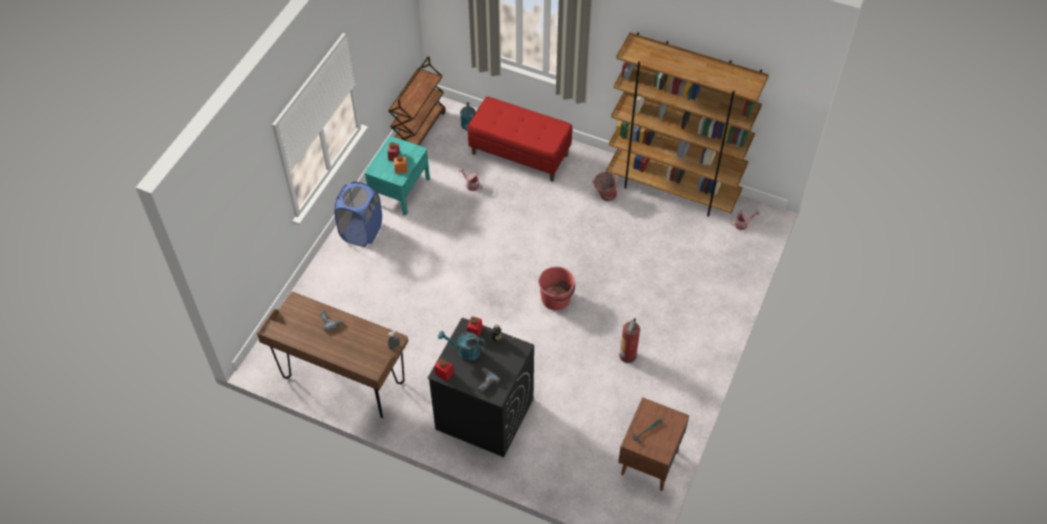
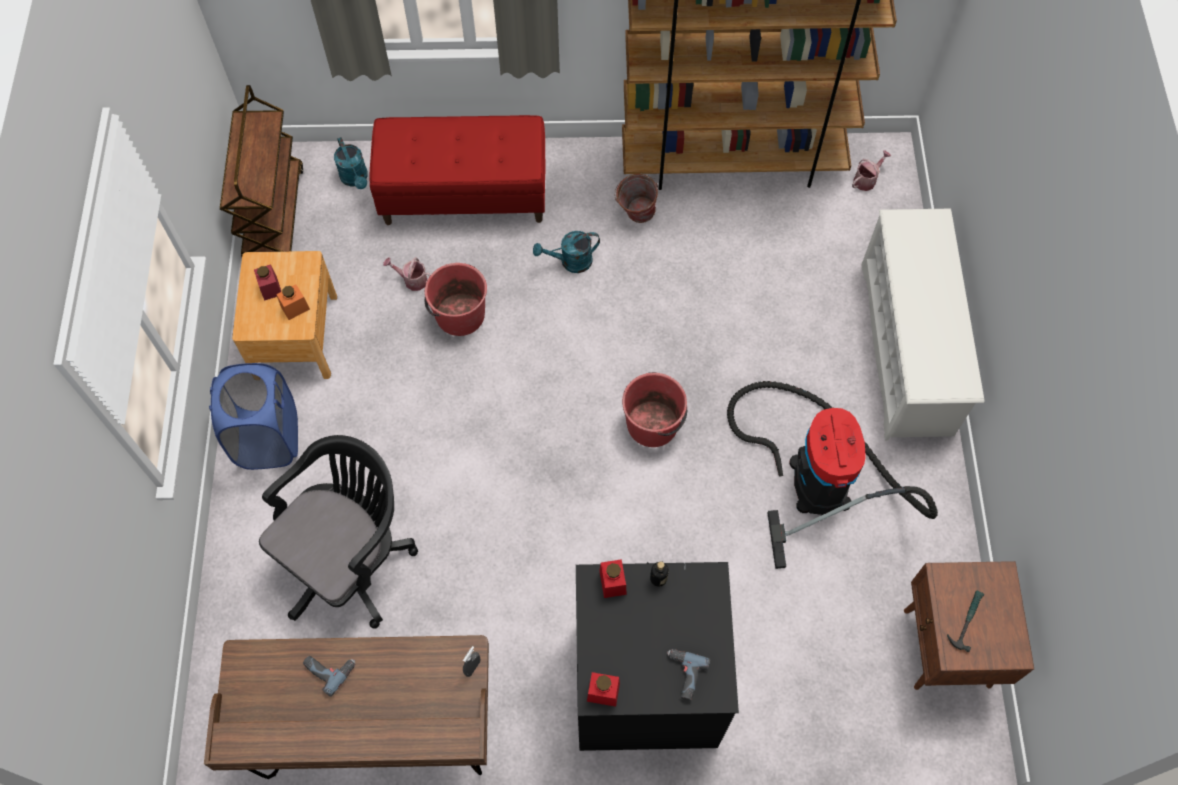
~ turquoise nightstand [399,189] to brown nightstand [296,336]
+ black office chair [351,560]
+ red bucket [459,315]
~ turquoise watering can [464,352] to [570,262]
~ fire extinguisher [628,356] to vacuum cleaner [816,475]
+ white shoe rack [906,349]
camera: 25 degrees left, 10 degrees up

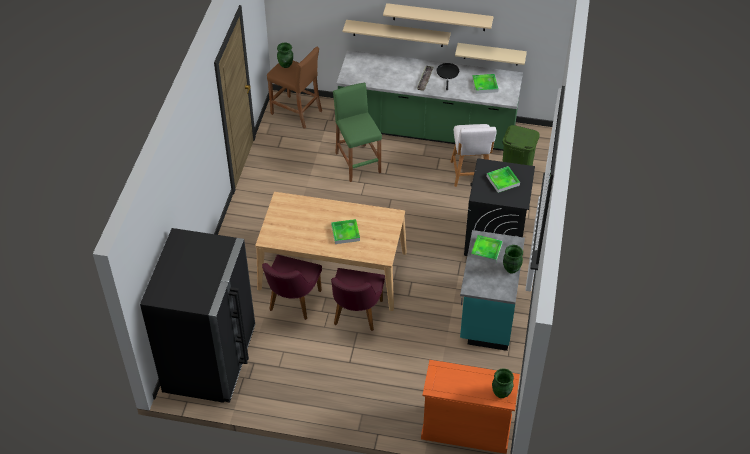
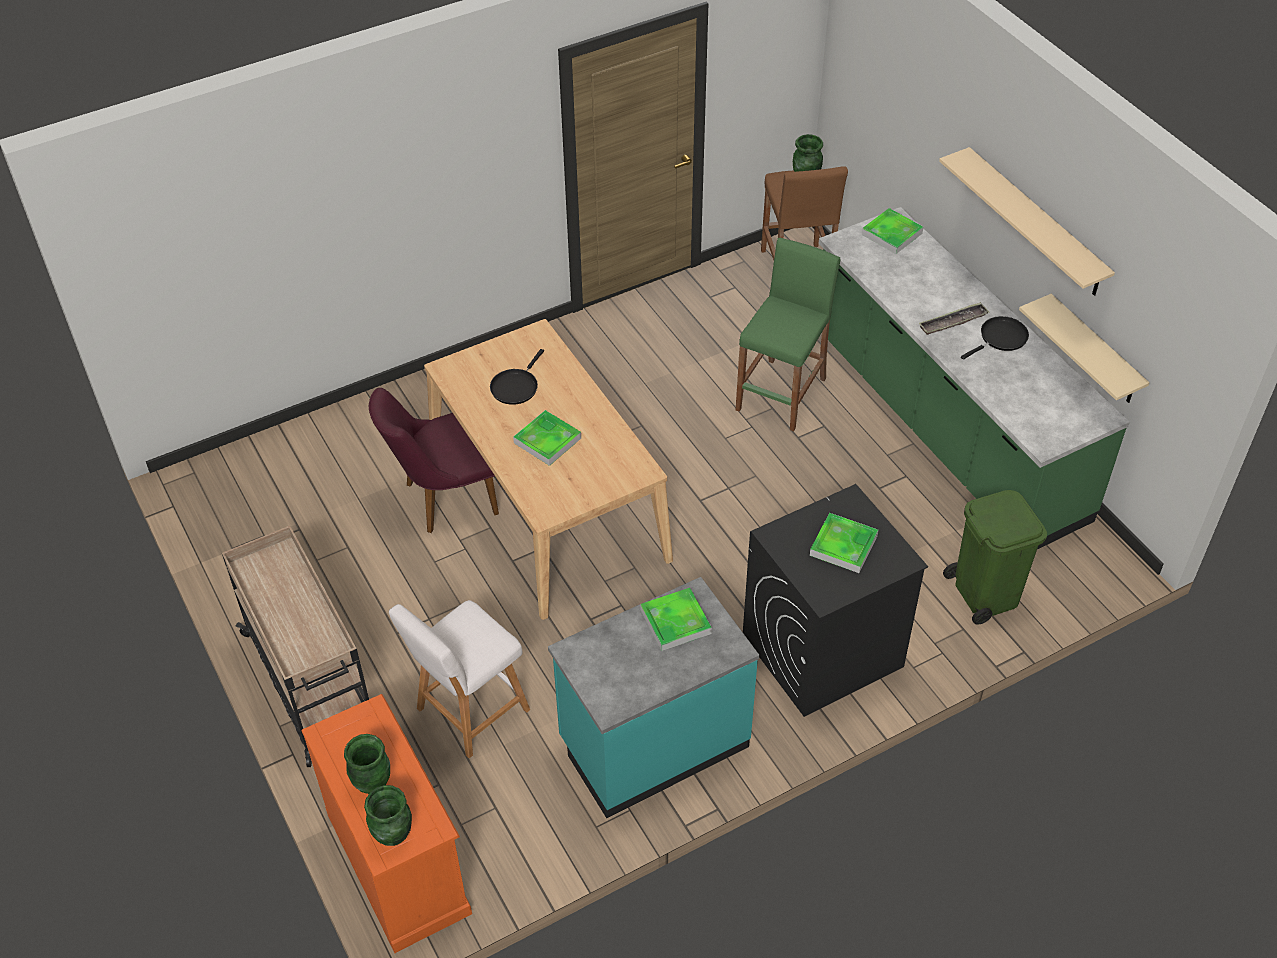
+ beige cart [312,684]
~ green vase [511,269] to [372,782]
~ white stool [470,174] to [468,712]
+ black frying pan [516,386]
~ tray [485,85] to [892,234]
- black fridge [210,359]
- purple chair [356,316]
- beige shelf [398,33]
camera: 50 degrees right, 0 degrees up

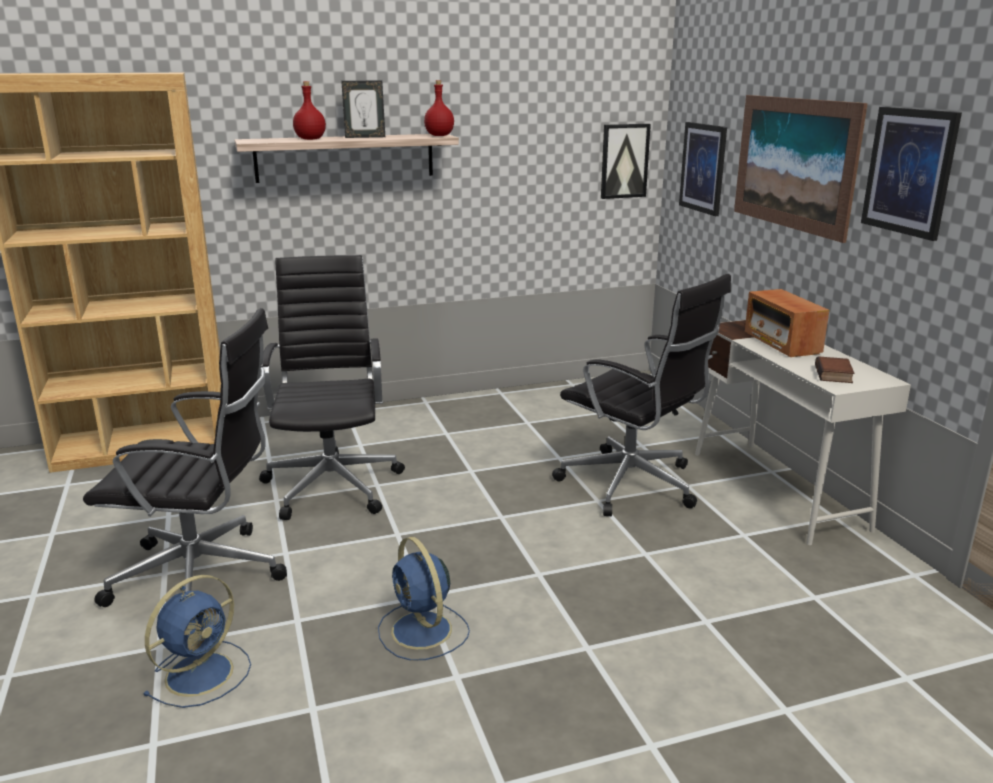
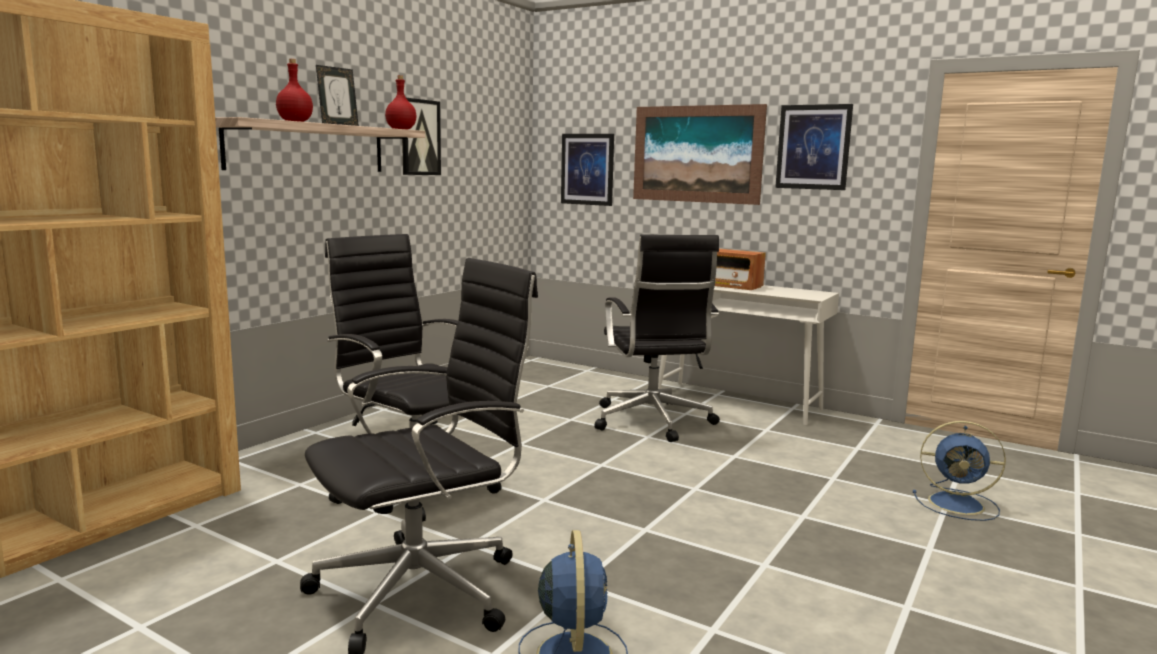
~ picture [624,161] to [420,137]
~ black office chair [633,485] = [652,422] 75 degrees clockwise
~ blue fan [423,632] to [958,504]
- book [835,375]
camera: 40 degrees left, 10 degrees down

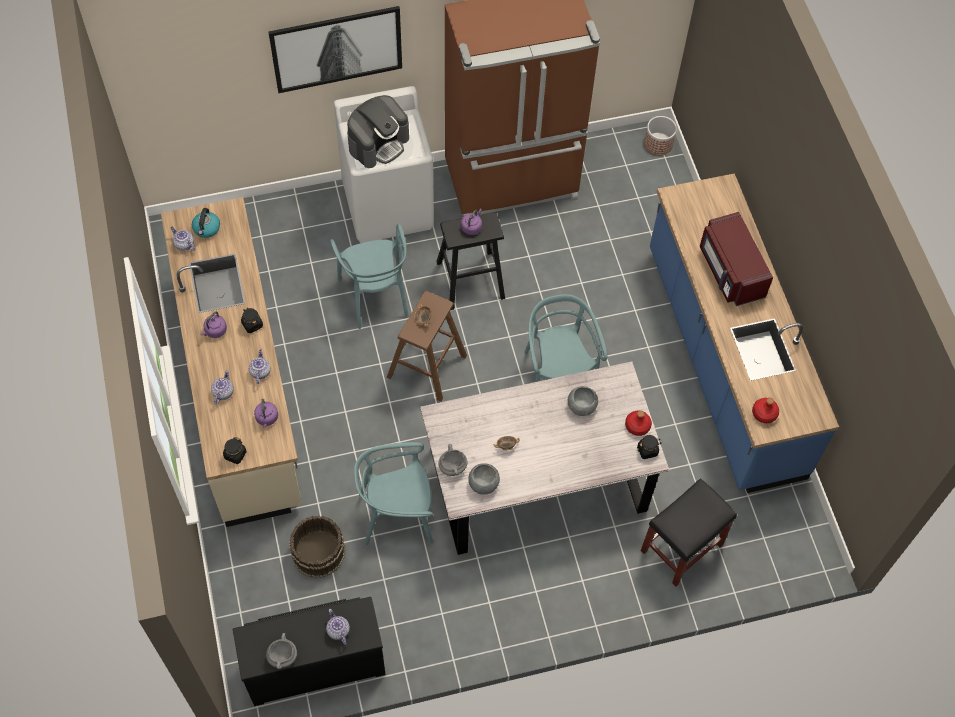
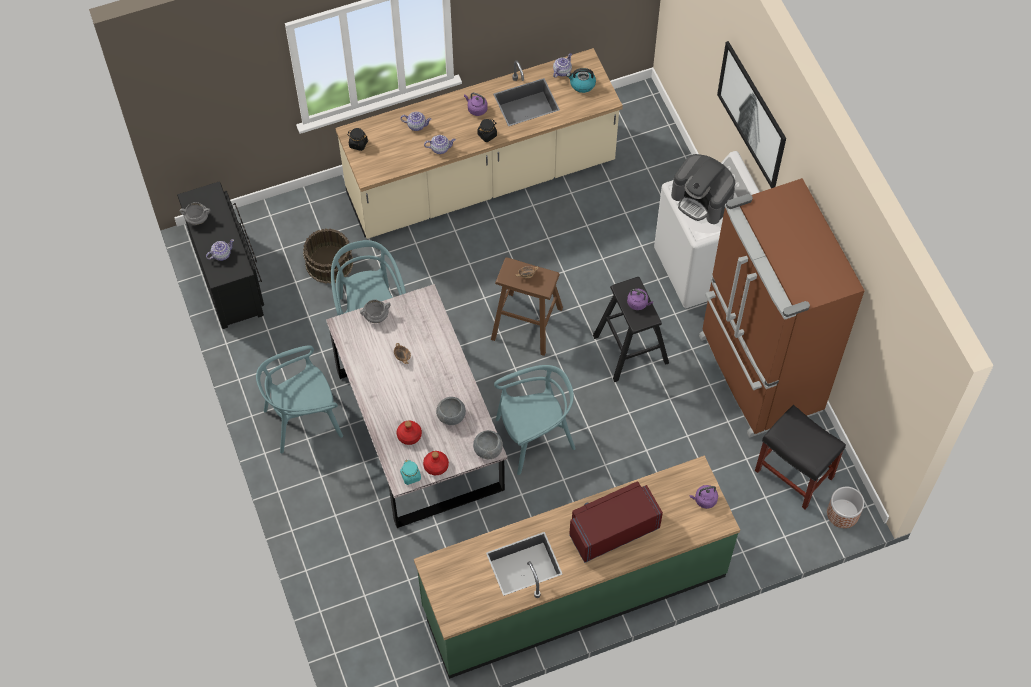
~ turquoise chair [375,296] to [303,420]
~ red bottle [764,413] to [409,435]
~ black jar [647,450] to turquoise jar [411,476]
~ blue counter [722,362] to green counter [573,591]
~ grey bowl [483,483] to [488,449]
~ purple kettle [267,418] to [704,500]
~ black stool [681,549] to [793,473]
camera: 85 degrees right, 0 degrees up

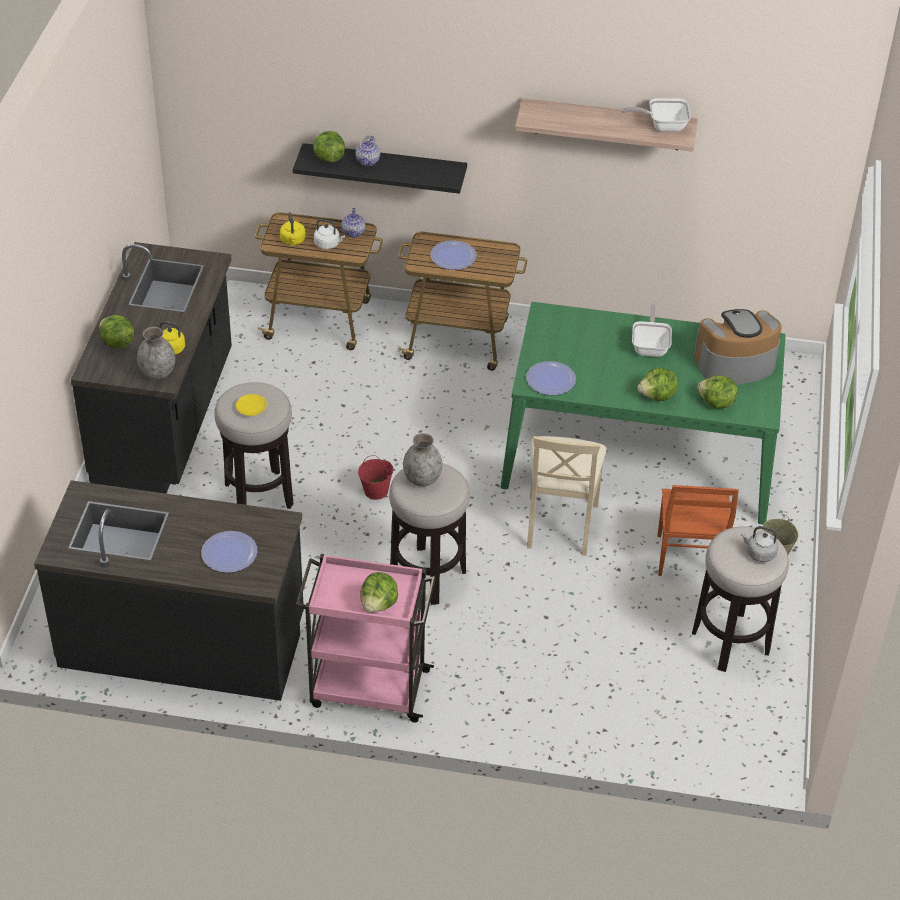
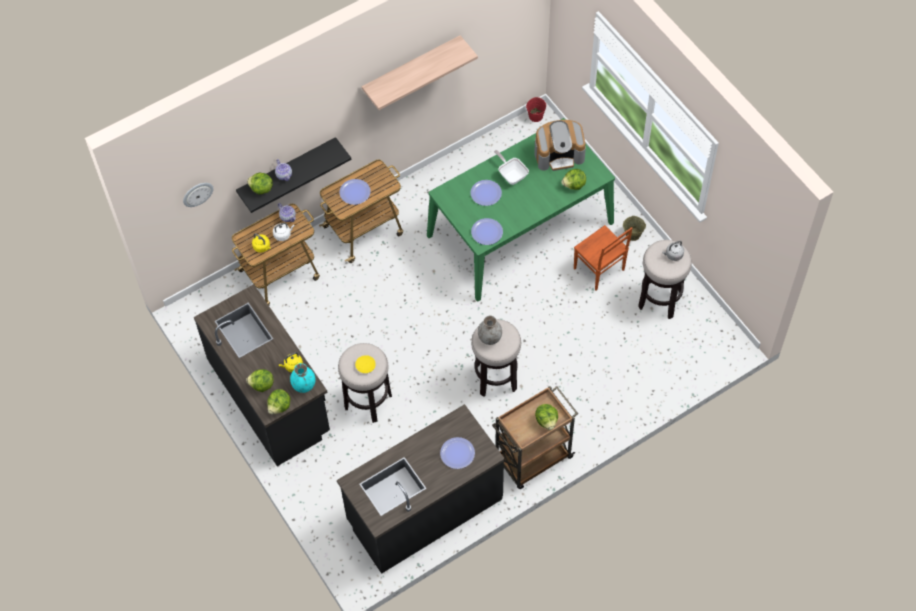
+ wall clock [197,193]
~ lettuce [657,396] to [280,406]
~ grey vase [158,373] to turquoise vase [304,385]
+ plate [486,193]
~ pink cart [367,688] to brown cart [532,459]
~ red bucket [376,491] to [535,116]
~ coffee machine [734,363] = [559,154] 135 degrees counterclockwise
- beige chair [560,524]
- frying pan [662,126]
camera: 40 degrees left, 15 degrees up

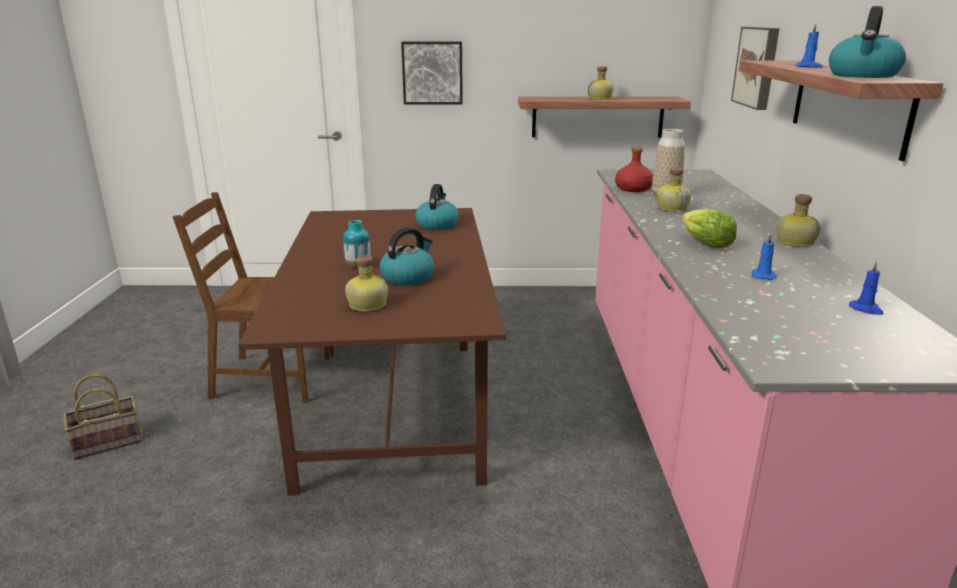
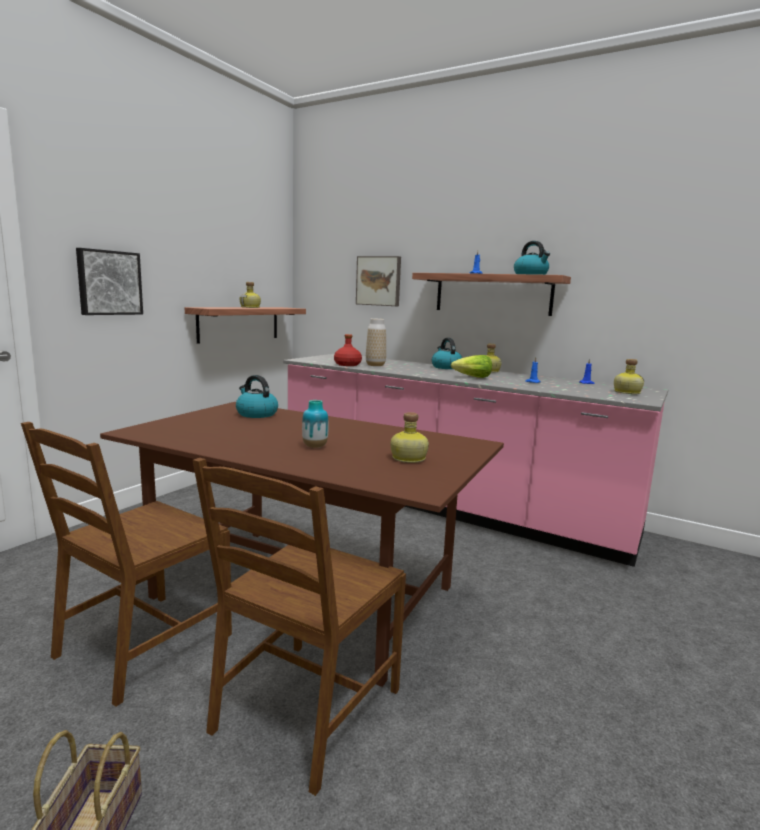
+ brown chair [306,710]
~ kettle [408,277] to [446,367]
~ bottle [672,208] to [626,392]
camera: 60 degrees left, 10 degrees down

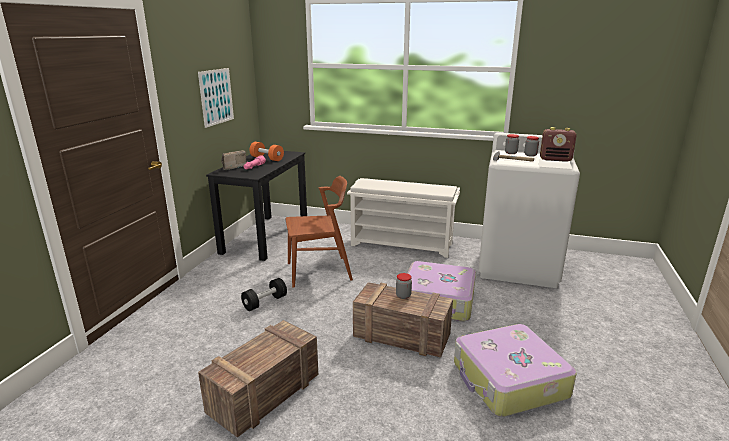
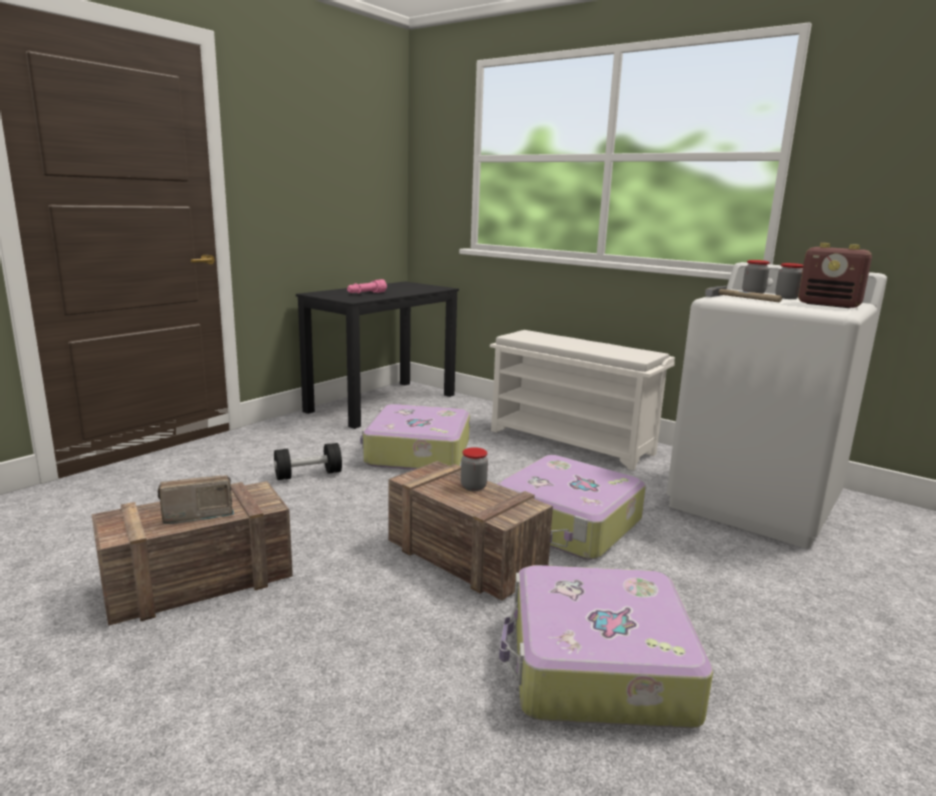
~ radio [232,167] to [196,515]
~ brown chair [319,271] to suitcase [417,453]
- picture [216,97]
- orange dumbbell [267,158]
camera: 20 degrees right, 5 degrees down

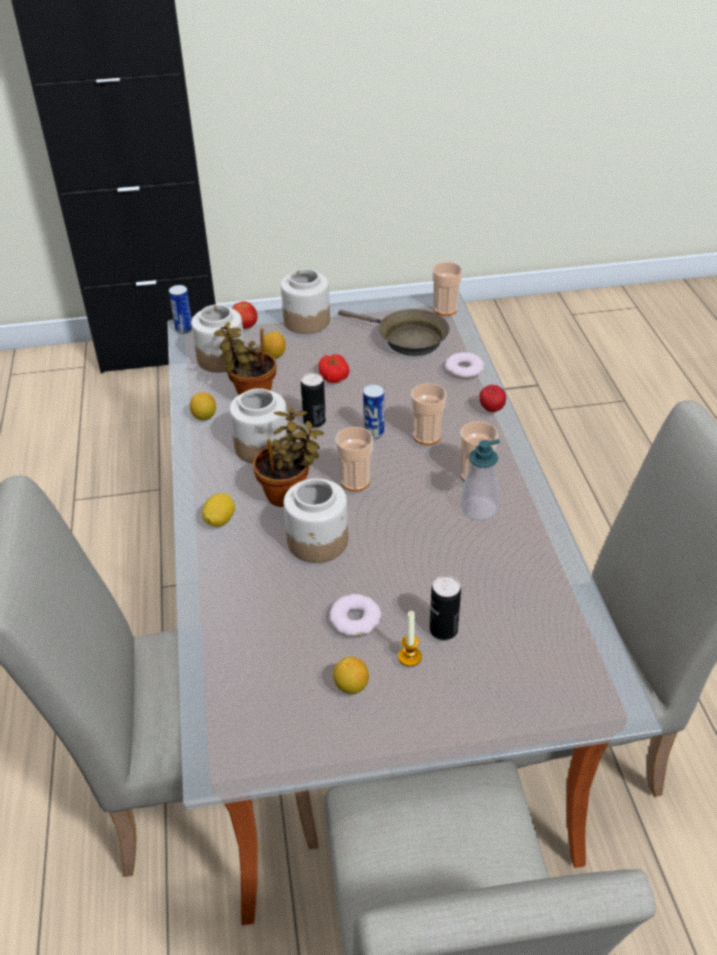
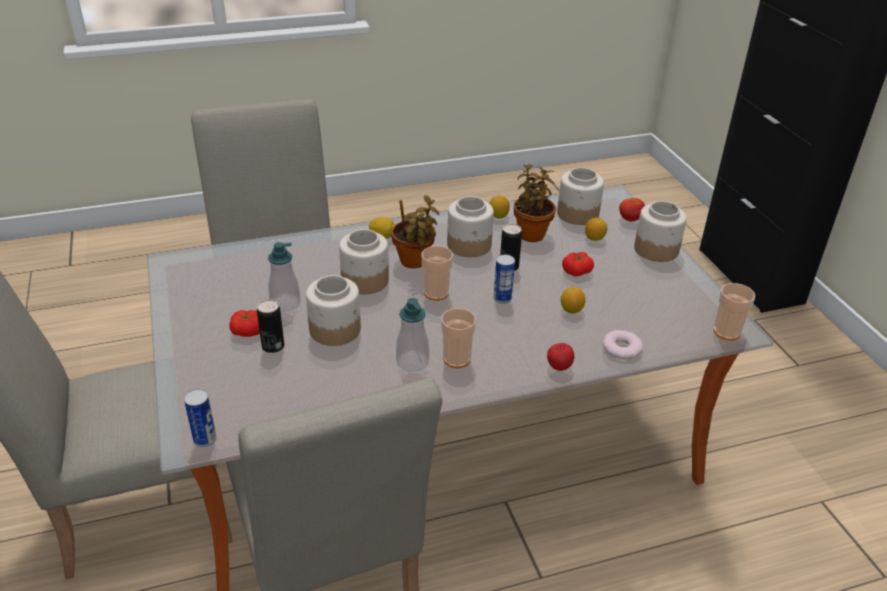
~ can [184,329] to [205,439]
~ candle [409,657] to tomato [247,331]
~ donut [355,619] to soap dispenser [285,304]
+ jar [335,329]
~ lemon [351,686] to [571,310]
- brown frying pan [407,339]
- cup [427,436]
camera: 80 degrees right, 5 degrees down

